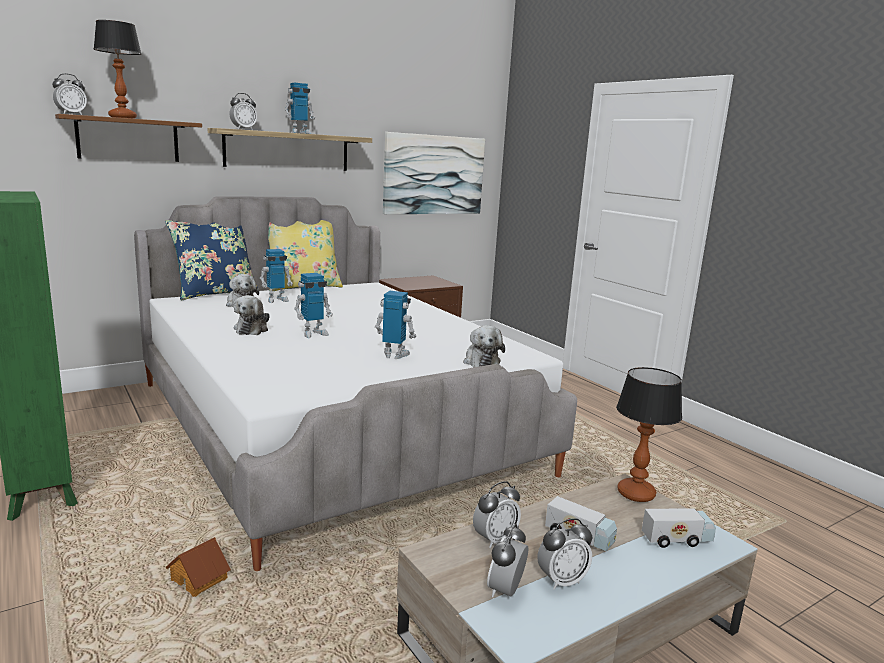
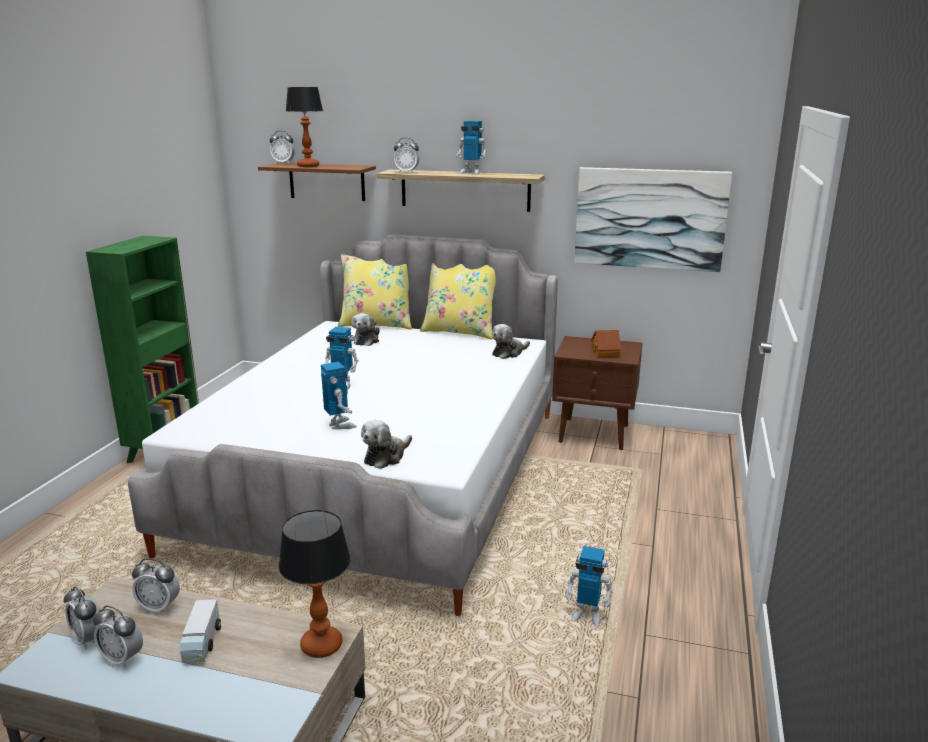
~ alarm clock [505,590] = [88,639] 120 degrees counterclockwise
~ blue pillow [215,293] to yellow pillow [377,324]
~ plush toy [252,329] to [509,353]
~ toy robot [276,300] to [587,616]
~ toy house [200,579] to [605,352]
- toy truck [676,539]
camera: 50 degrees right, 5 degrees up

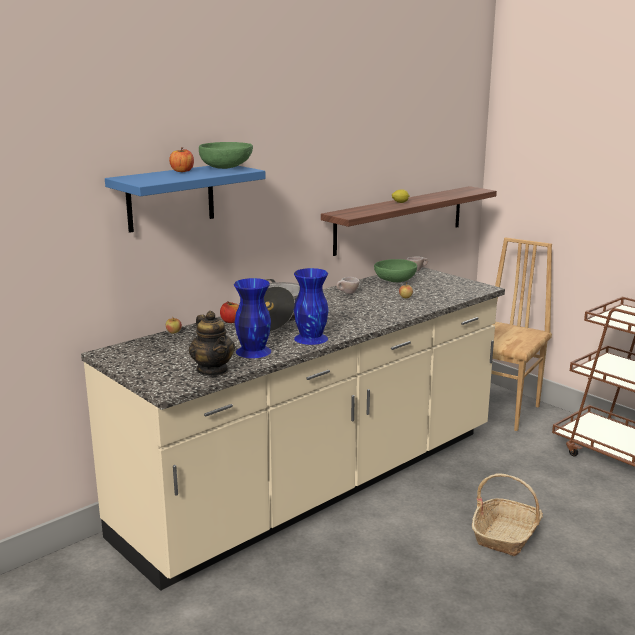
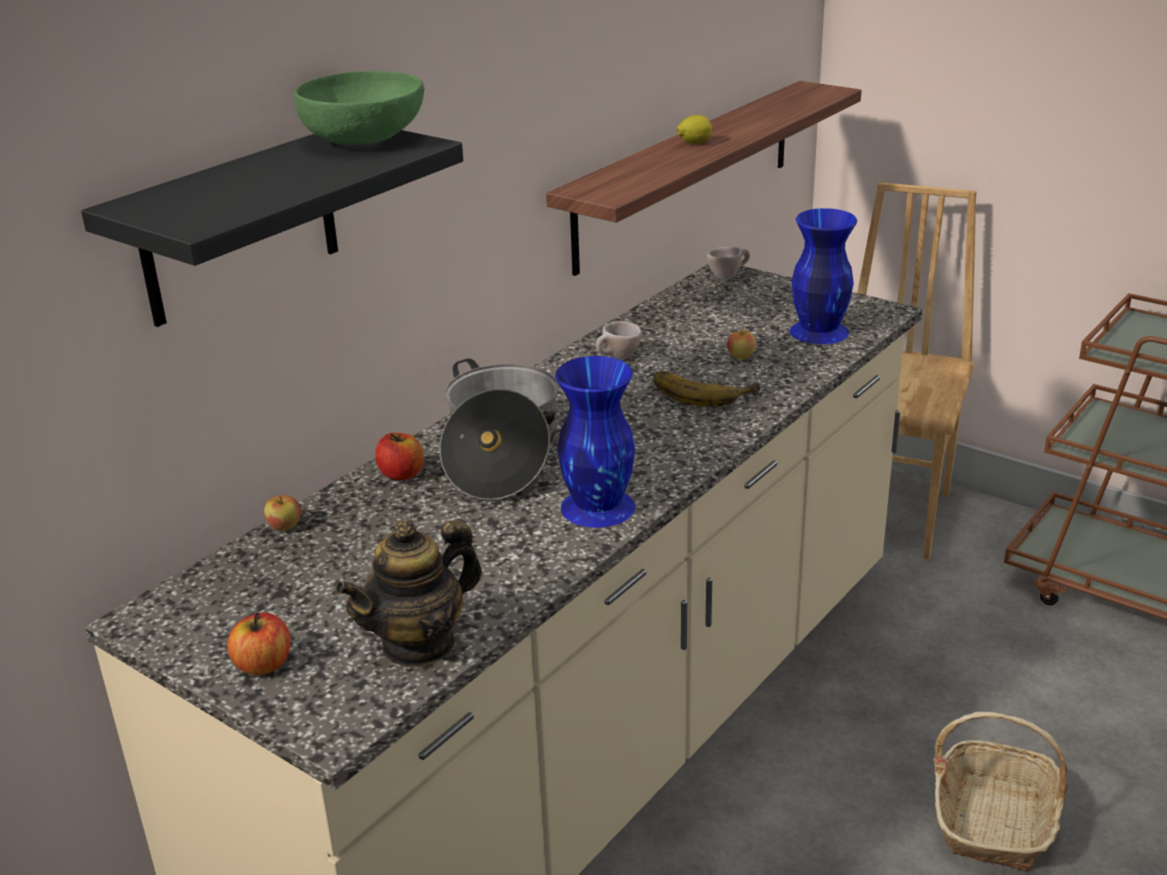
~ blue shelf [170,197] to black shelf [240,224]
~ apple [182,171] to [263,665]
~ teapot [213,370] = [419,644] 90 degrees clockwise
+ banana [702,391]
~ blue vase [253,351] to [818,331]
- green bowl [395,282]
camera: 10 degrees left, 10 degrees up

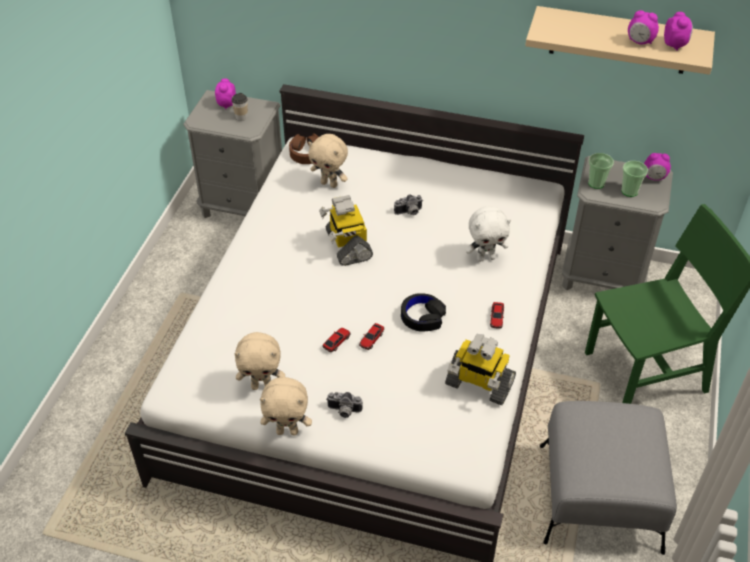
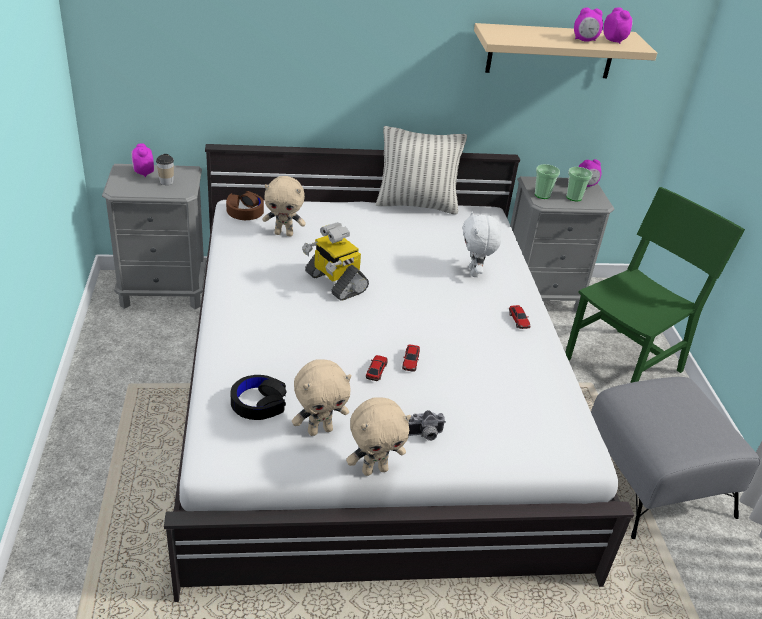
~ black headphones [422,317] to [258,403]
+ pillow [416,205]
~ white plush toy [485,257] = [475,272] 120 degrees clockwise
- photo camera [409,212]
- toy robot [478,384]
camera: 25 degrees left, 10 degrees down

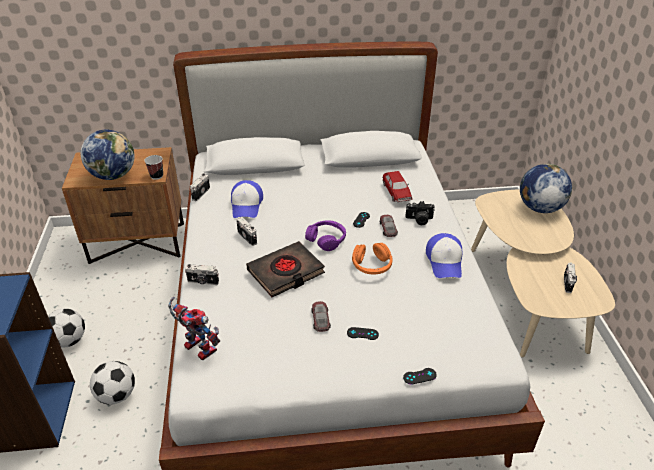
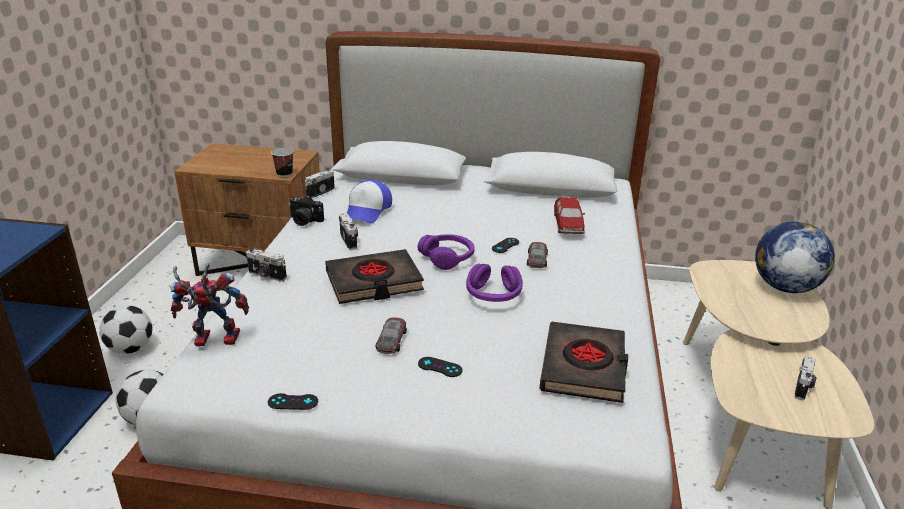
~ toy robot [196,348] = [212,340] 60 degrees counterclockwise
~ black game controller [419,376] to [293,402]
~ photo camera [419,220] to [304,221]
~ orange headphones [372,266] to purple headphones [493,294]
+ black book [584,367]
- globe [113,175]
- cap [445,261]
camera: 15 degrees right, 10 degrees down

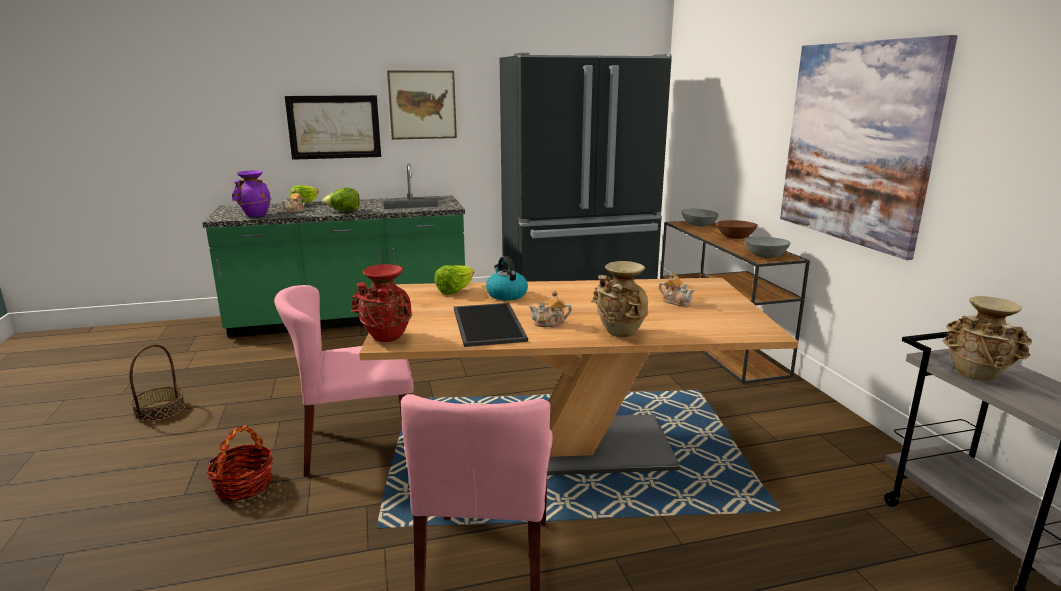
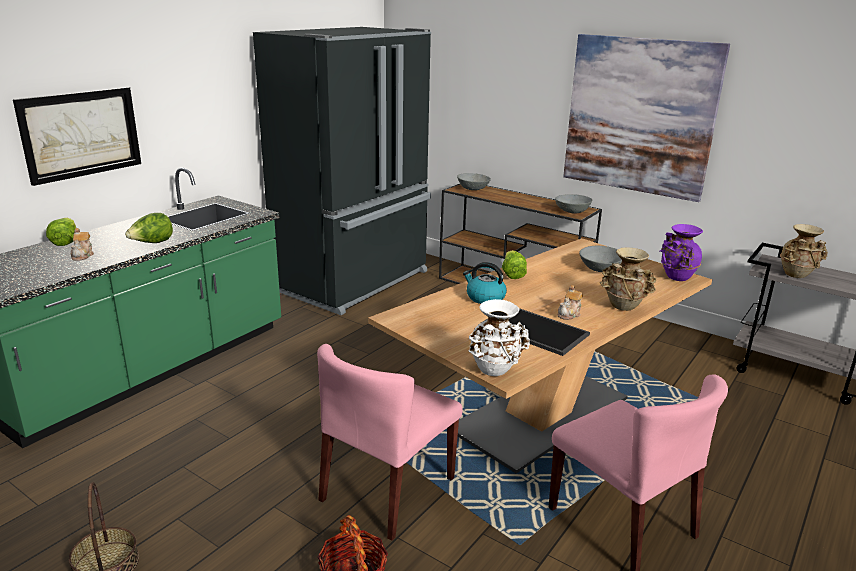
~ red vase [386,338] to white vase [495,371]
~ lettuce [455,291] to [512,274]
~ teapot [676,302] to grey bowl [600,268]
~ purple vase [255,215] to [676,278]
- picture [422,105]
- brown bowl [736,237]
camera: 40 degrees left, 5 degrees up

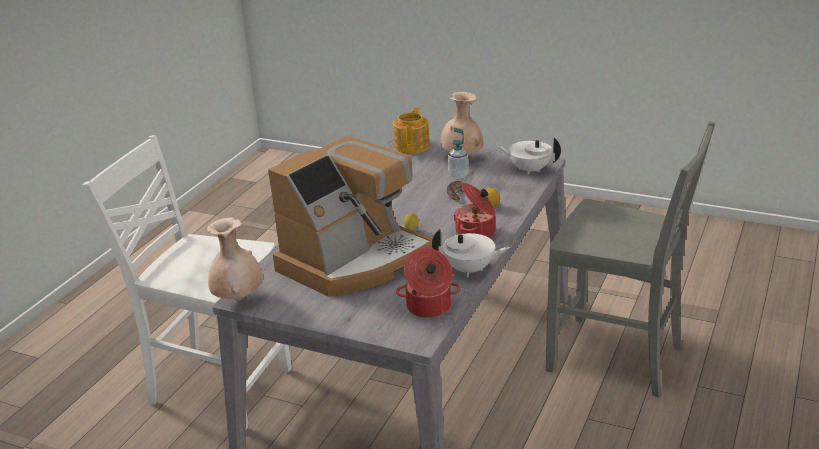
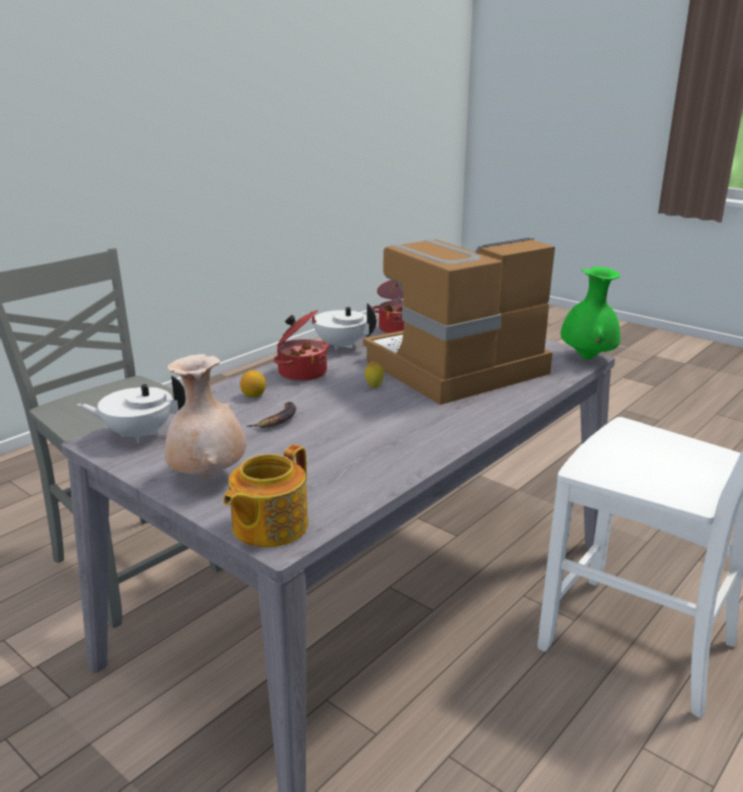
~ white teapot [529,170] = [138,434] 135 degrees clockwise
~ beige vase [238,298] to green vase [587,358]
- soap dispenser [458,175]
camera: 165 degrees left, 5 degrees down

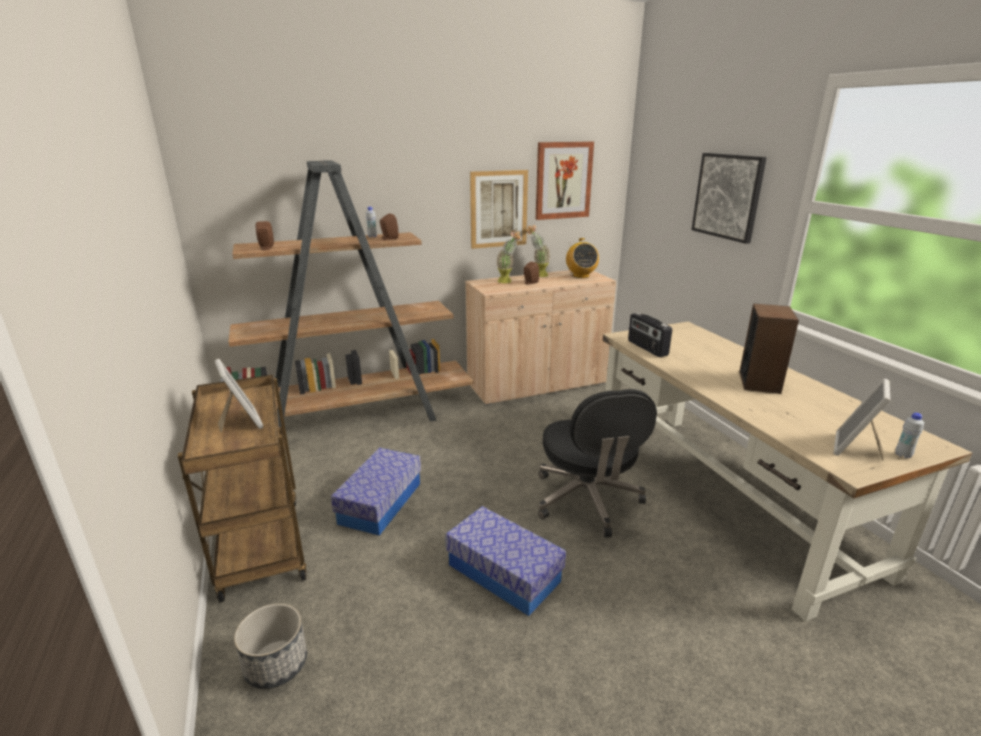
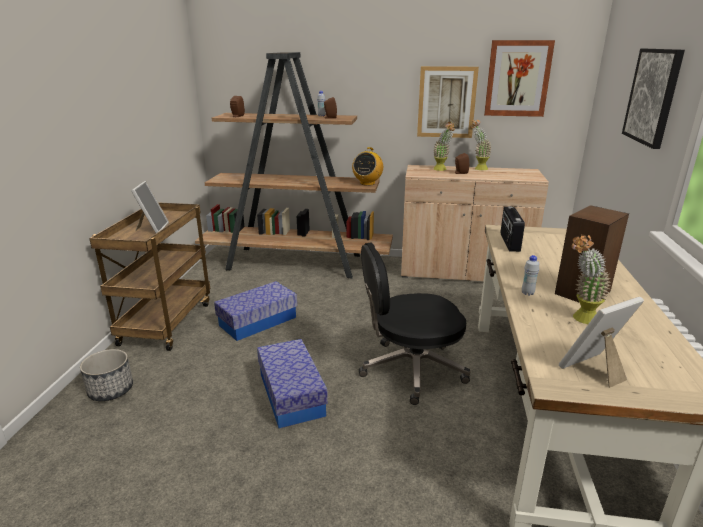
~ radio [581,276] to [367,183]
~ black office chair [587,501] = [410,369] 60 degrees clockwise
~ white bottle [903,455] to [527,293]
+ potted plant [580,319]
camera: 30 degrees right, 0 degrees up

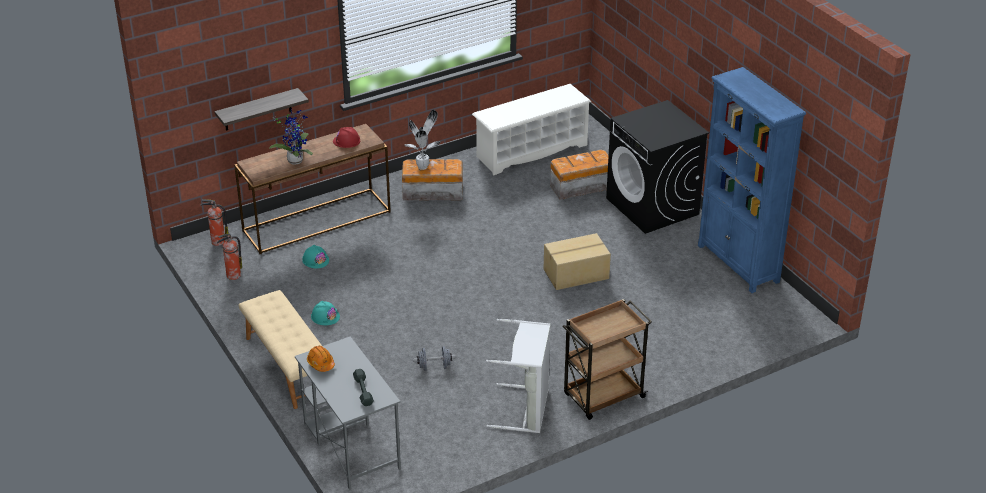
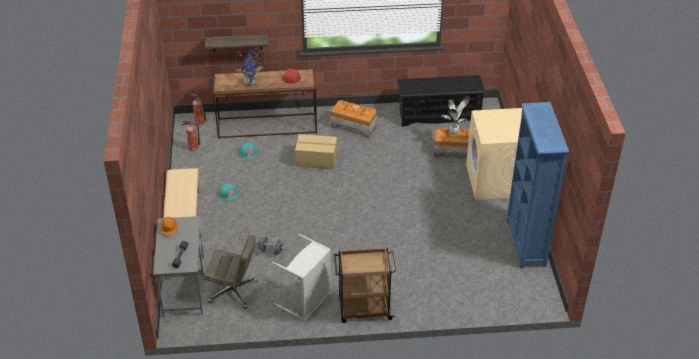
+ grey office chair [234,291]
~ cardboard box [576,274] to [316,160]
~ white shoe rack [531,151] to black shoe rack [439,115]
~ potted plant [423,166] to [454,133]
~ black washing machine [653,206] to beige washing machine [494,181]
camera: 25 degrees right, 5 degrees up

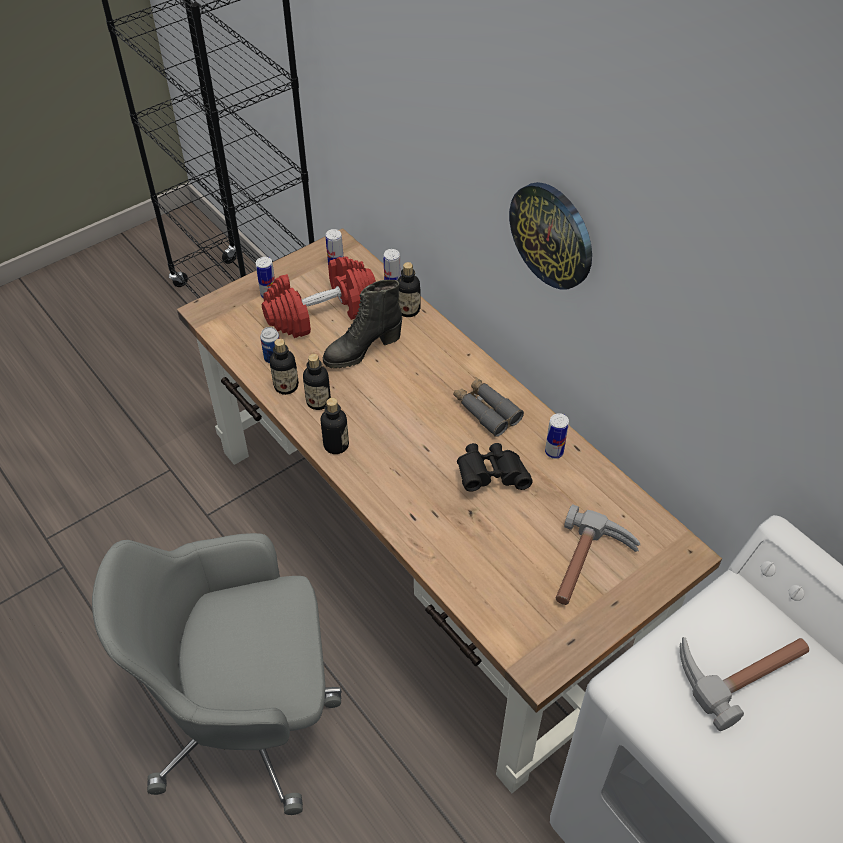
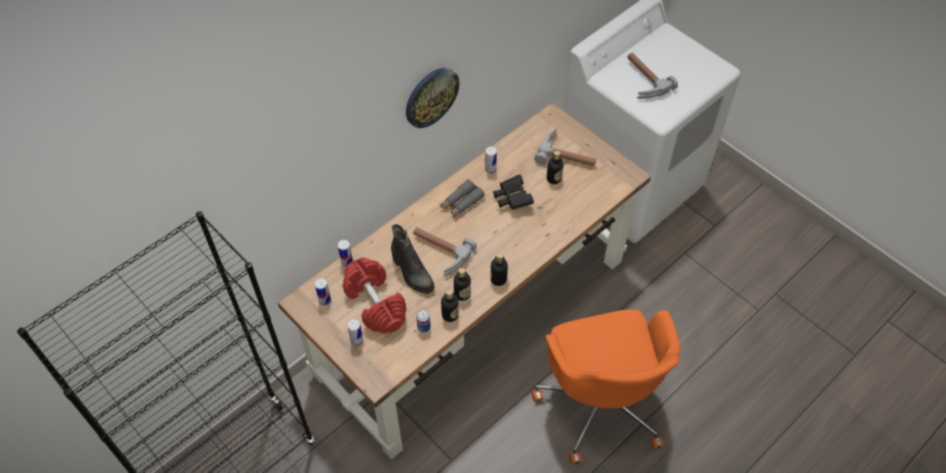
+ hammer [438,253]
~ grey office chair [249,715] to orange office chair [601,401]
~ bottle [408,310] to [554,178]
camera: 95 degrees left, 5 degrees up

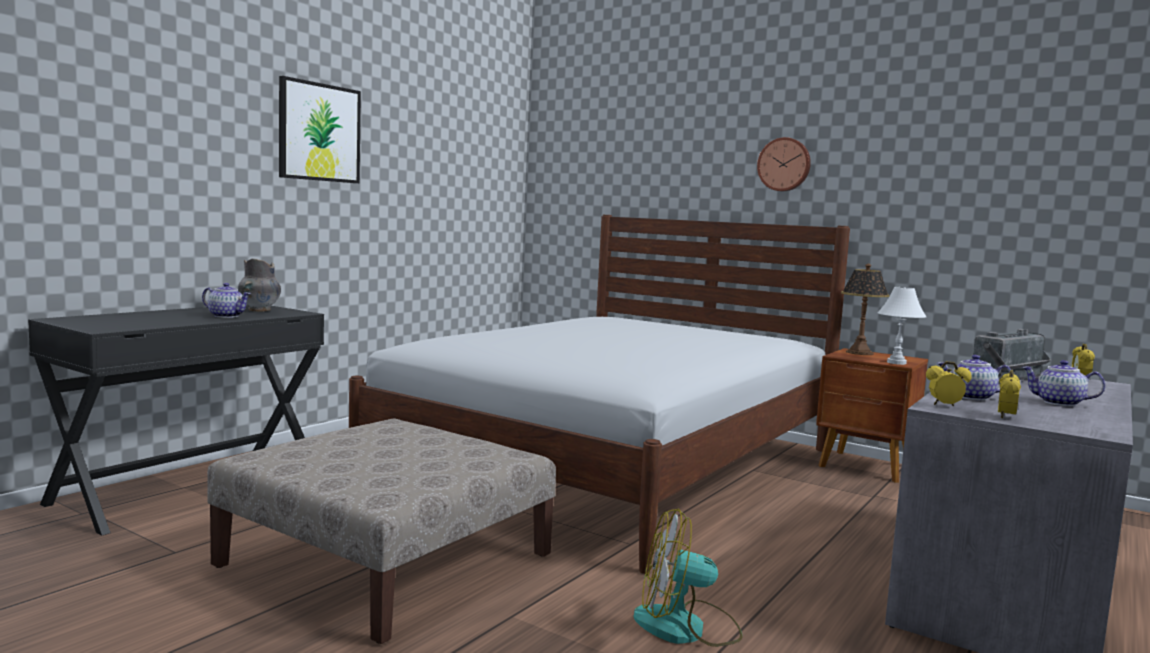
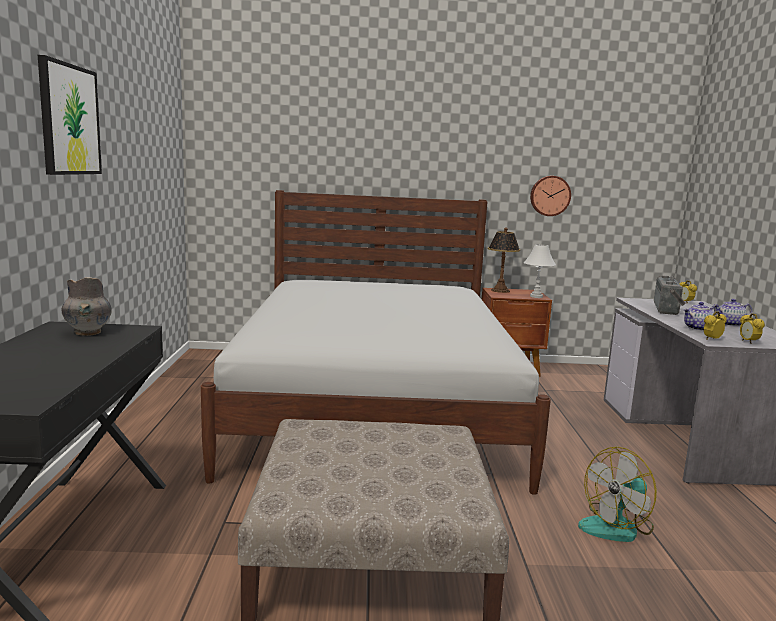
~ wall clock [784,164] to [550,196]
- teapot [227,316]
camera: 35 degrees left, 5 degrees up

